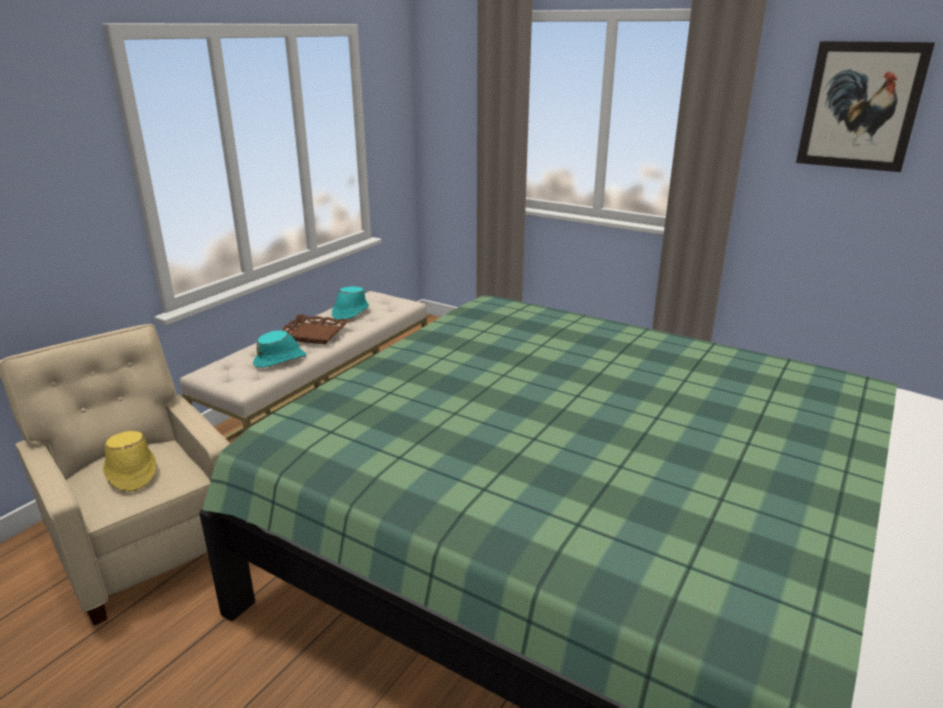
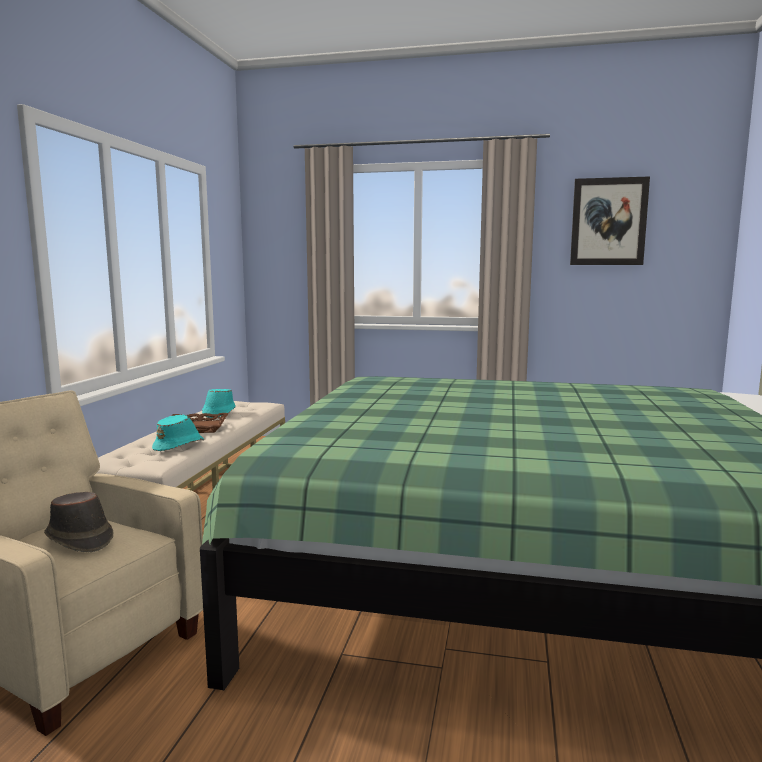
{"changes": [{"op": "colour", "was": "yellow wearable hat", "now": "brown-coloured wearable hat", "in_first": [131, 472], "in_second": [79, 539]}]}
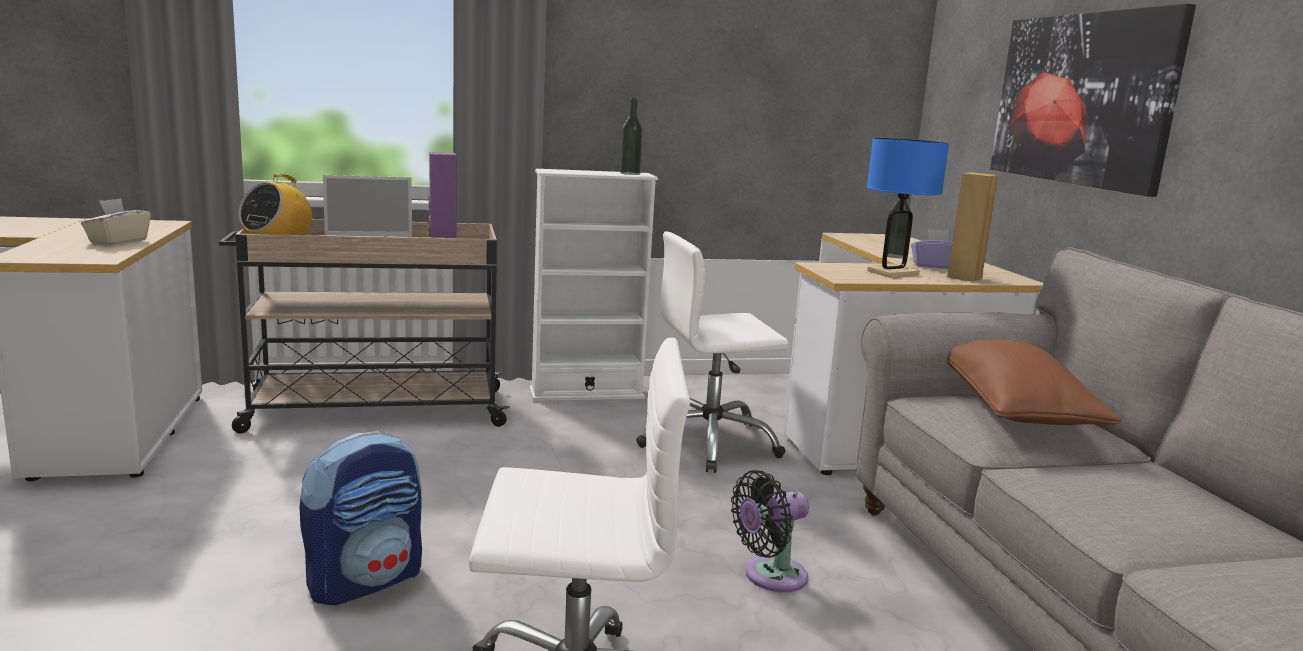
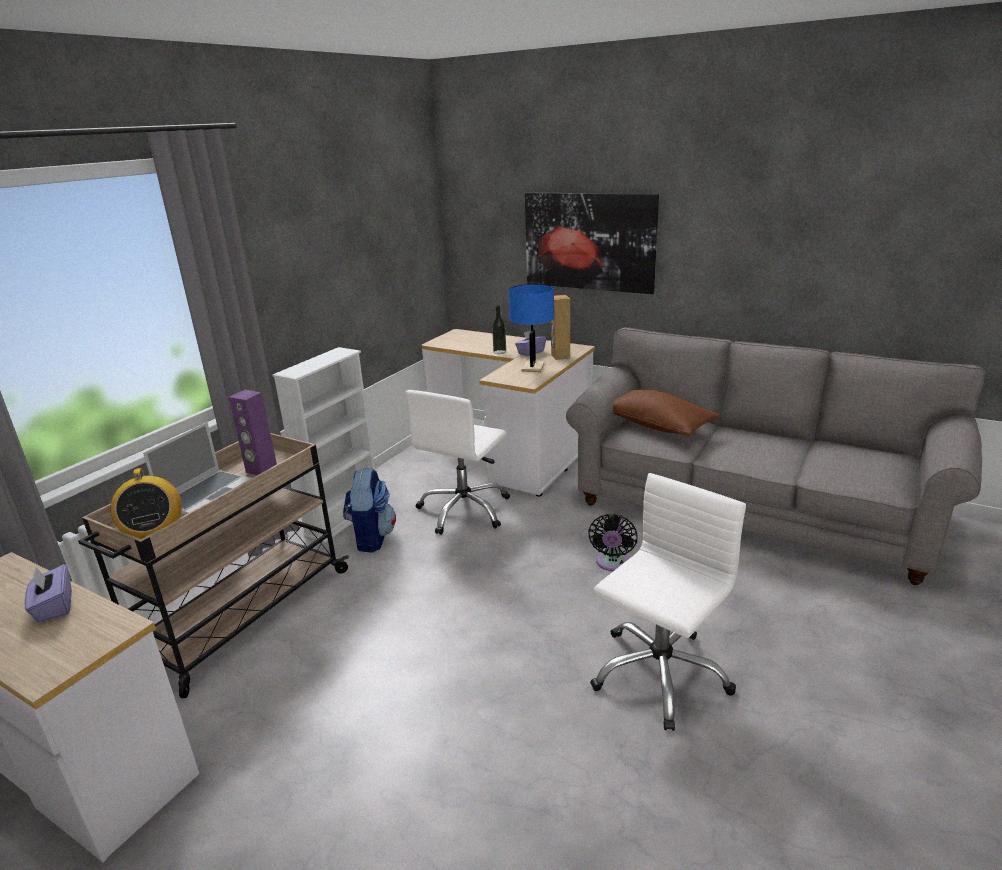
{"changes": [{"op": "missing", "was": "drink bottle", "in_first": [630, 173]}, {"op": "relocated", "was": "rucksack", "in_first": [366, 580], "in_second": [371, 538]}, {"op": "colour", "was": "beige-coloured tissue holder", "now": "purplish tissue holder", "in_first": [118, 241], "in_second": [54, 607]}]}
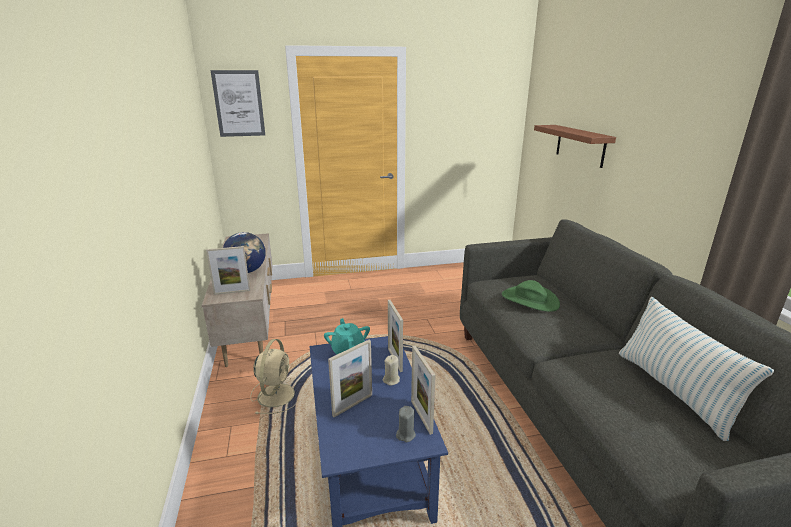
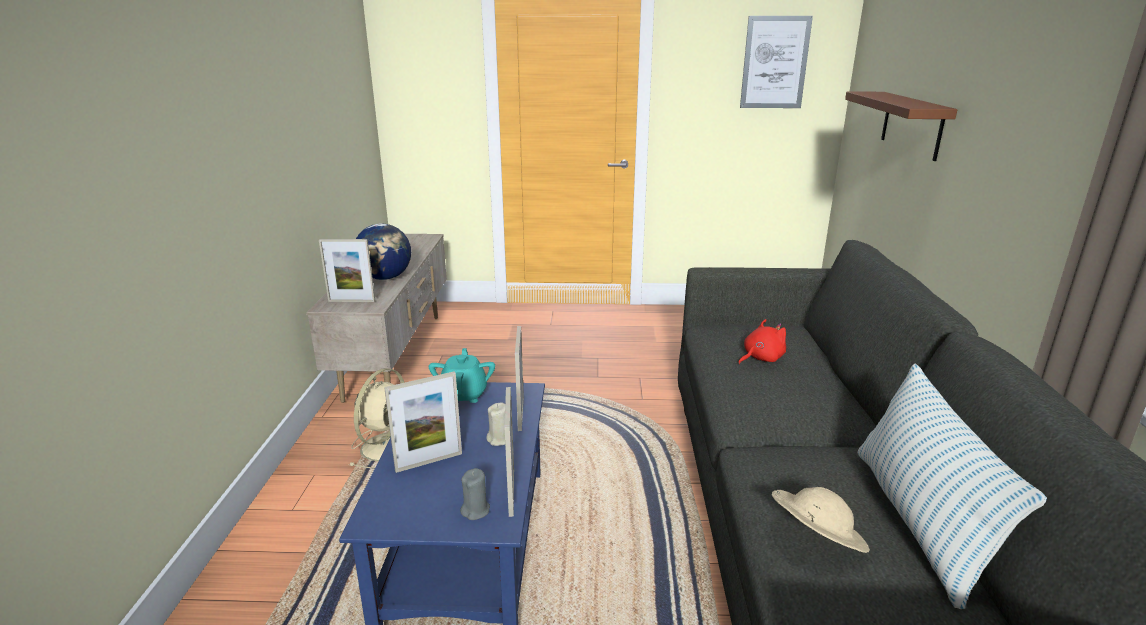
{"changes": [{"op": "appeared", "now": "beige-coloured wearable hat", "in_second": [814, 538]}, {"op": "relocated", "was": "wall art", "in_first": [239, 103], "in_second": [775, 63]}, {"op": "exchanged", "was": "green wearable hat", "now": "red soft toy", "in_first": [529, 300], "in_second": [761, 358]}]}
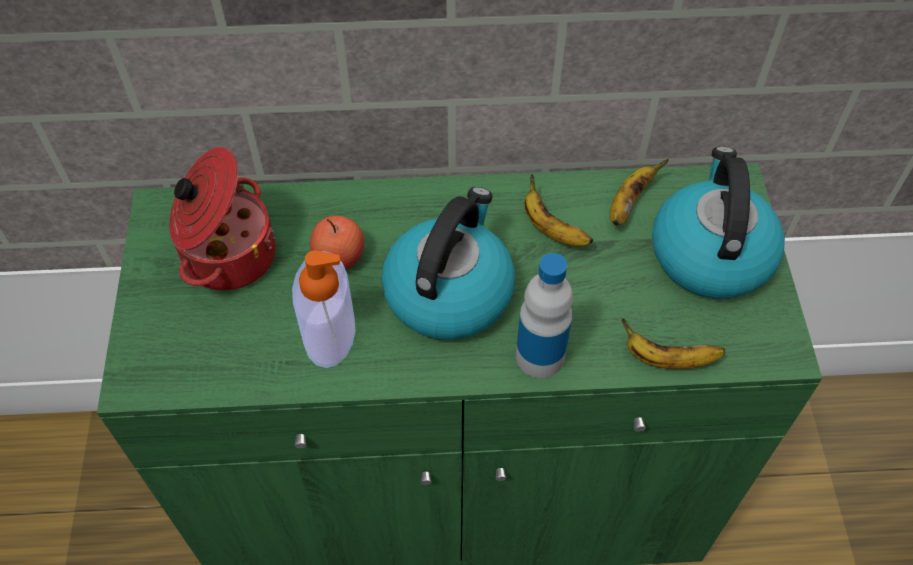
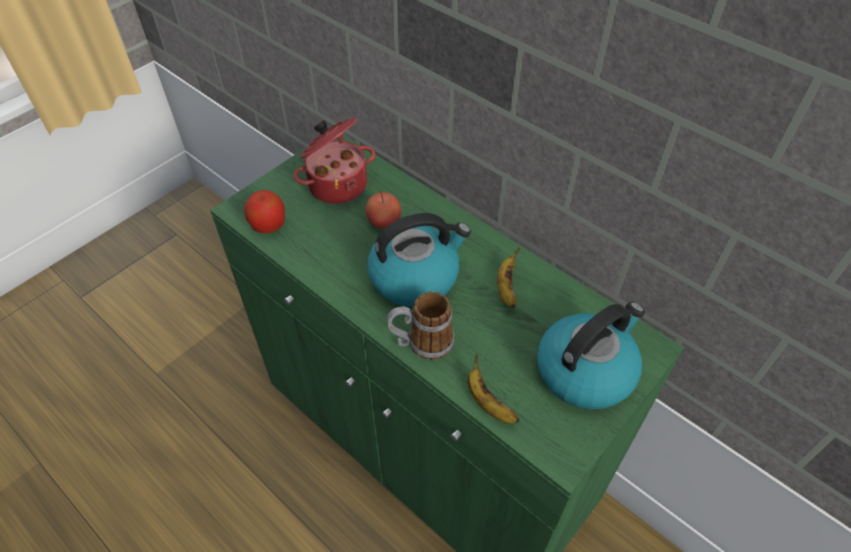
{"changes": [{"op": "missing", "was": "liquid soap bottle", "in_first": [329, 332]}, {"op": "missing", "was": "banana", "in_first": [628, 203]}, {"op": "appeared", "now": "apple fruit", "in_second": [269, 226]}, {"op": "exchanged", "was": "drink bottle", "now": "tea mug", "in_first": [540, 356], "in_second": [421, 343]}]}
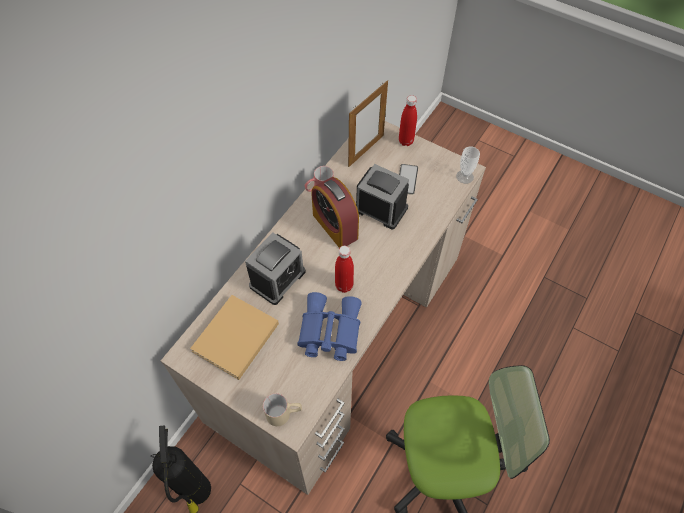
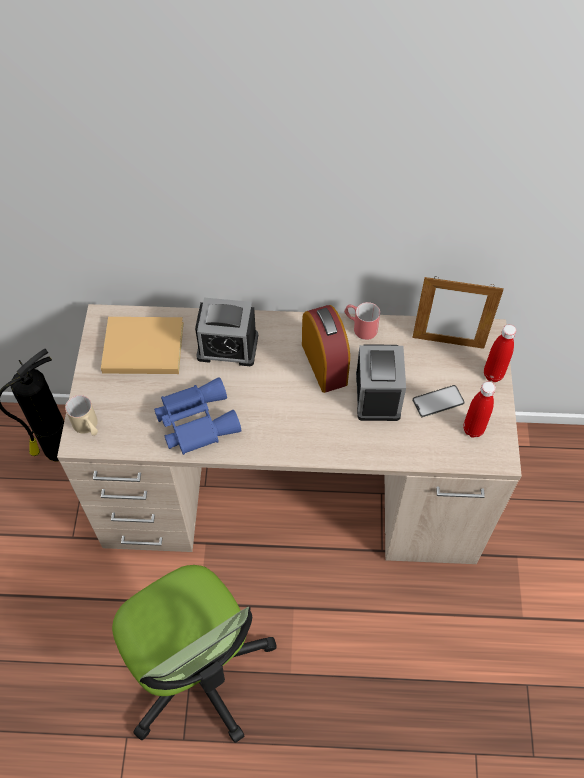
{"changes": [{"op": "missing", "was": "drinking cup", "in_first": [464, 176]}, {"op": "relocated", "was": "red drink bottle", "in_first": [344, 286], "in_second": [473, 429]}, {"op": "spun", "was": "alarm clock", "in_first": [335, 226], "in_second": [324, 364], "clockwise": 135}]}
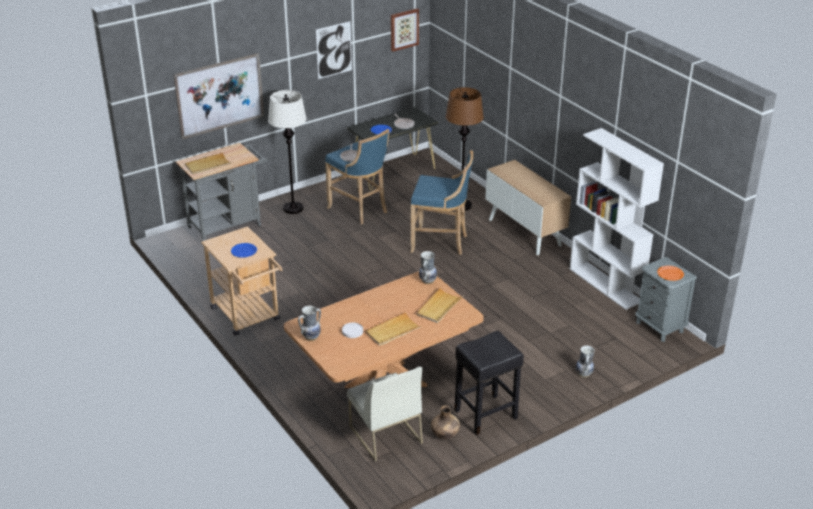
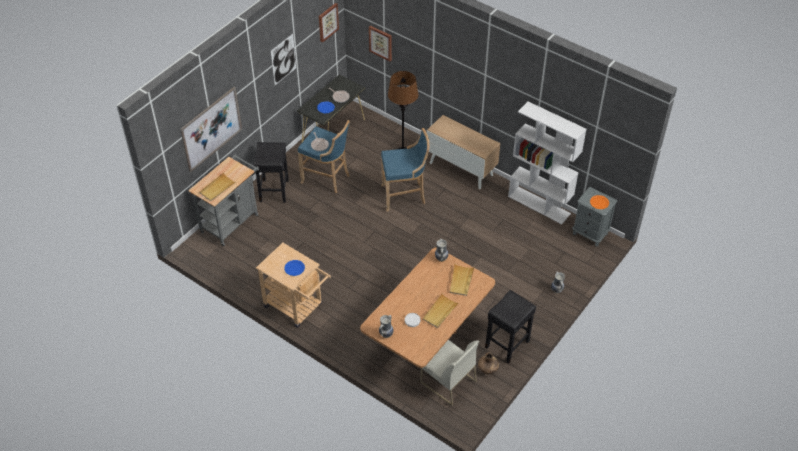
{"changes": [{"op": "appeared", "now": "wall art", "in_second": [381, 42]}, {"op": "exchanged", "was": "whitish floor lamp", "now": "blackish stool seat", "in_first": [293, 208], "in_second": [274, 190]}]}
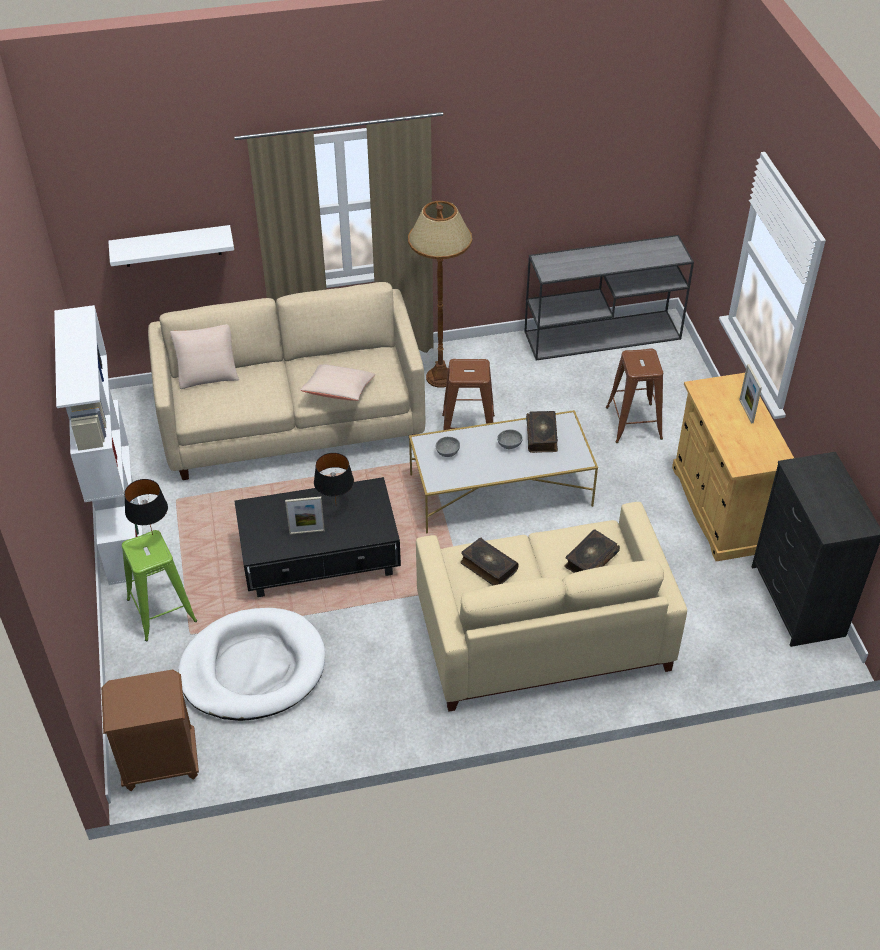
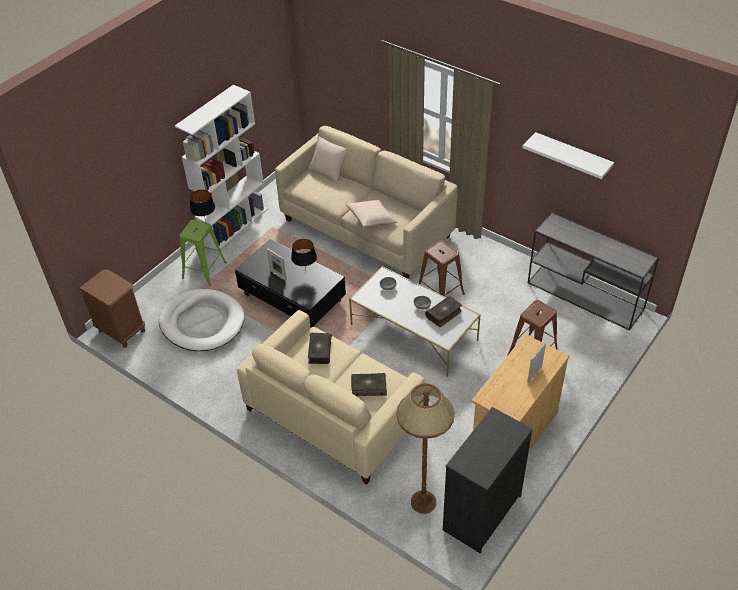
{"changes": [{"op": "relocated", "was": "whitish bracket shelf", "in_first": [172, 246], "in_second": [572, 156]}, {"op": "relocated", "was": "brown-coloured floor lamp", "in_first": [441, 377], "in_second": [423, 502]}]}
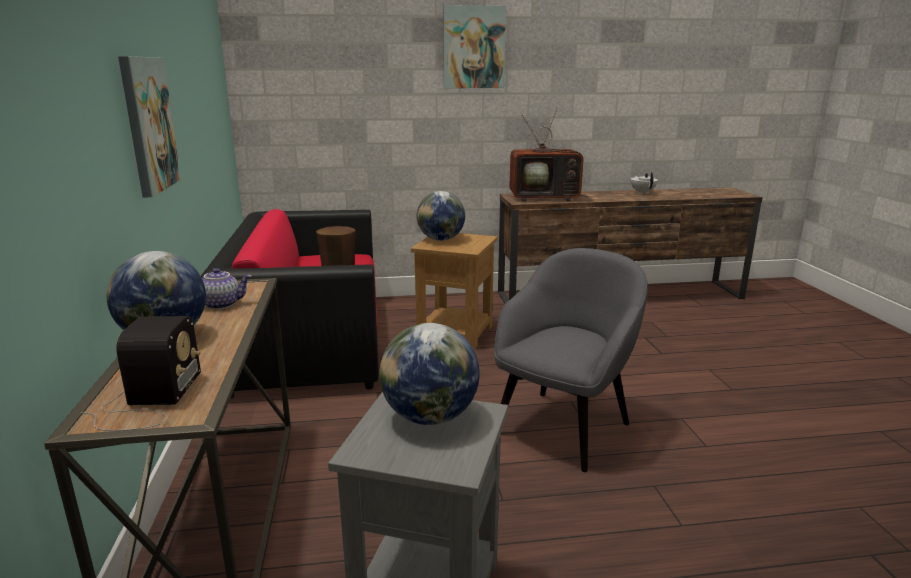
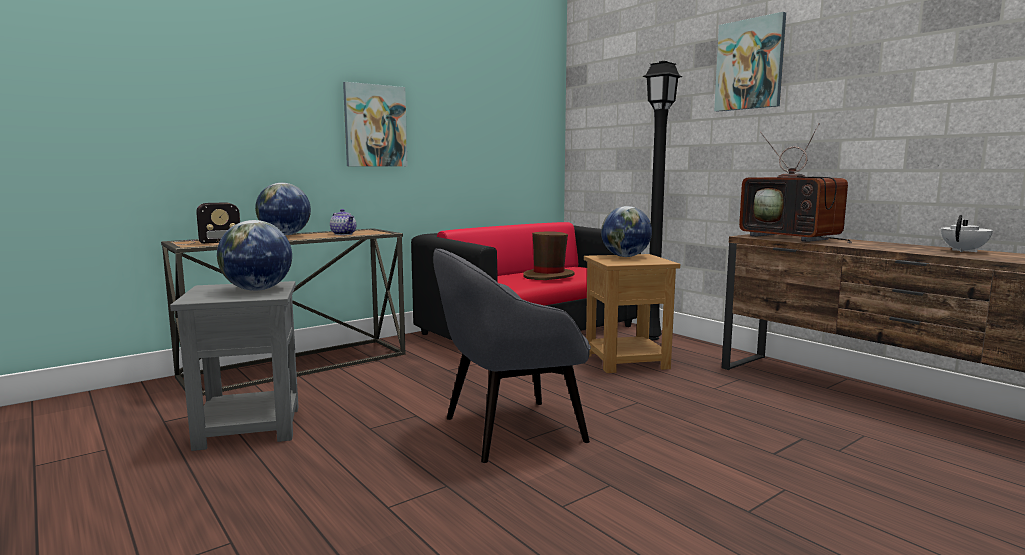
{"changes": [{"op": "appeared", "now": "blackish floor lamp", "in_second": [653, 338]}, {"op": "spun", "was": "grey easy chair", "in_first": [563, 427], "in_second": [510, 430], "clockwise": 150}]}
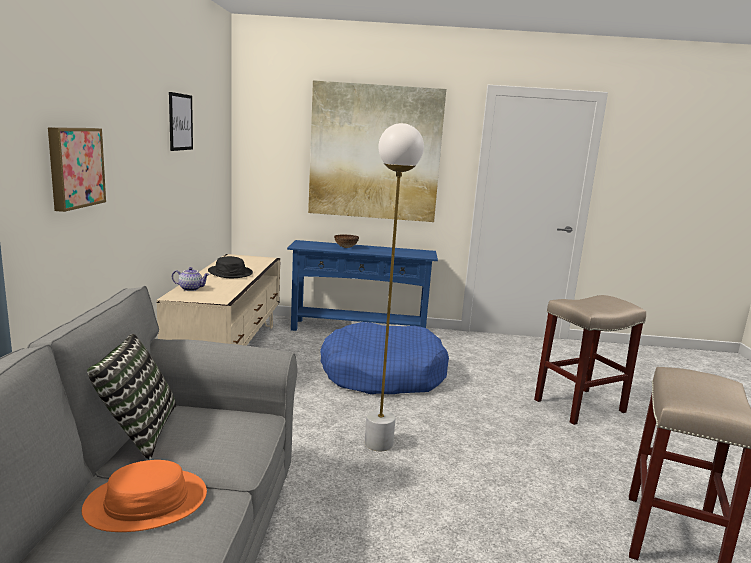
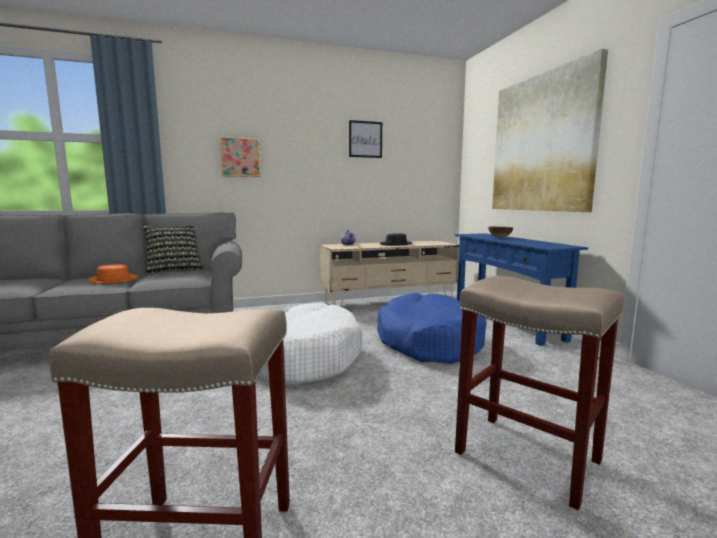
{"changes": [{"op": "exchanged", "was": "whitish floor lamp", "now": "whitish dog bed", "in_first": [379, 443], "in_second": [306, 358]}]}
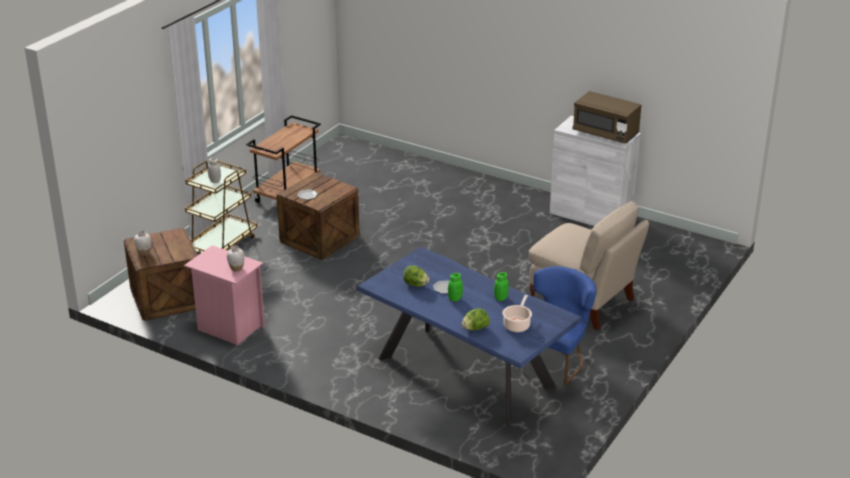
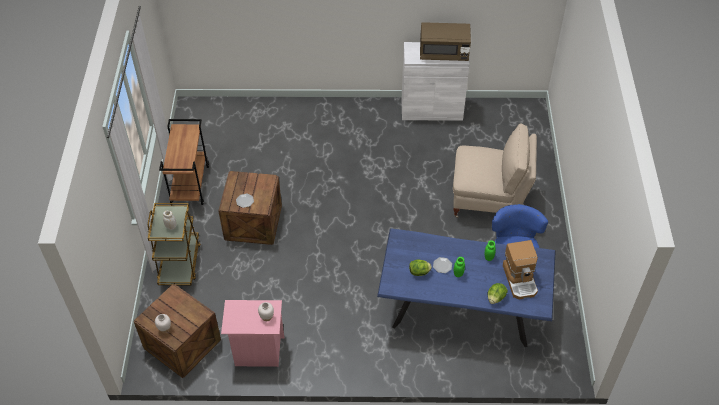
{"changes": [{"op": "exchanged", "was": "saucepot", "now": "coffee maker", "in_first": [517, 325], "in_second": [520, 279]}]}
